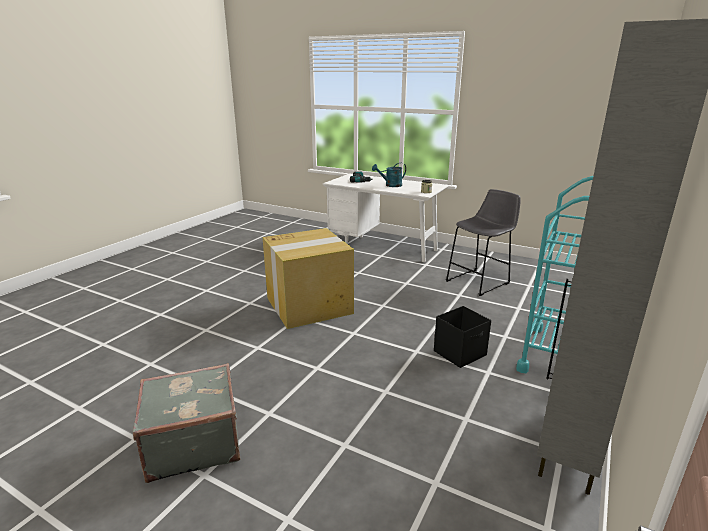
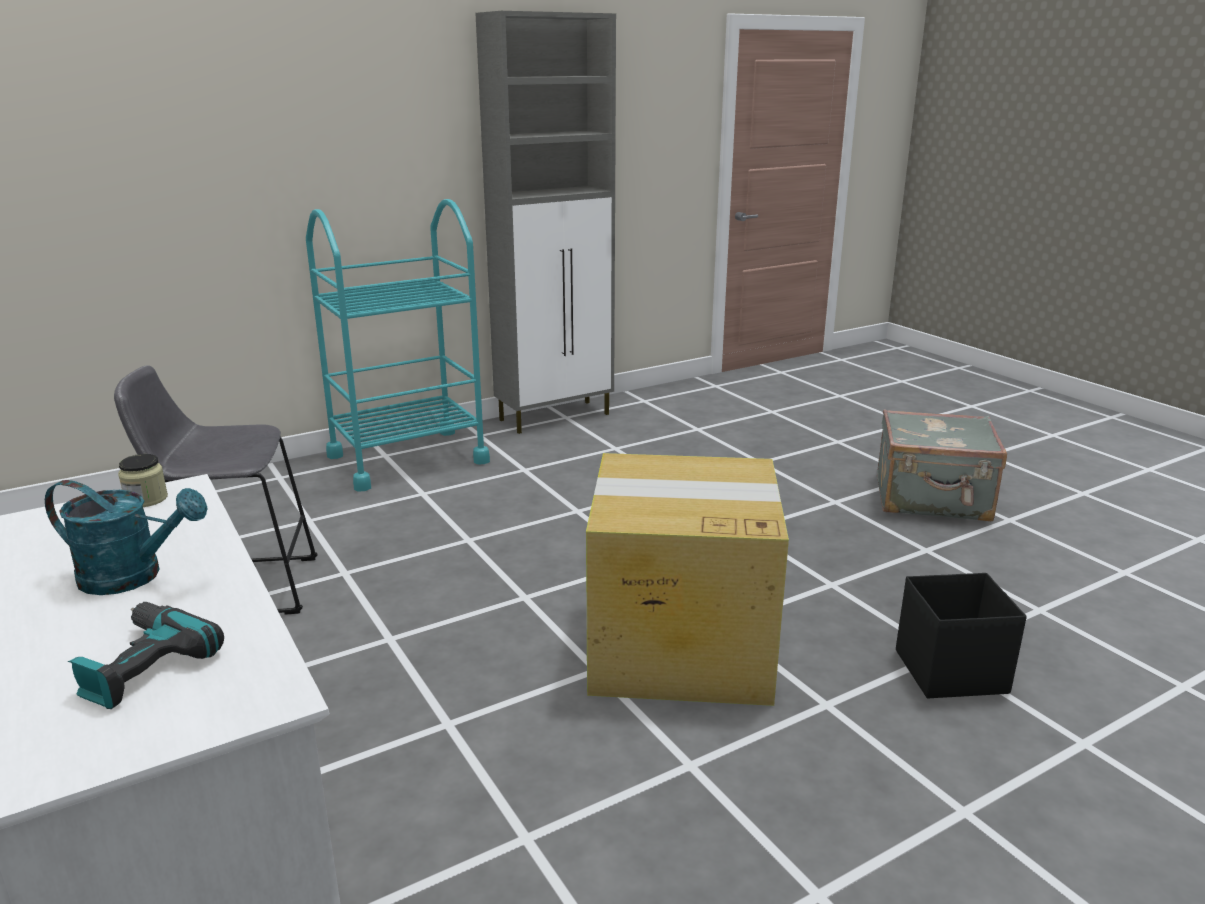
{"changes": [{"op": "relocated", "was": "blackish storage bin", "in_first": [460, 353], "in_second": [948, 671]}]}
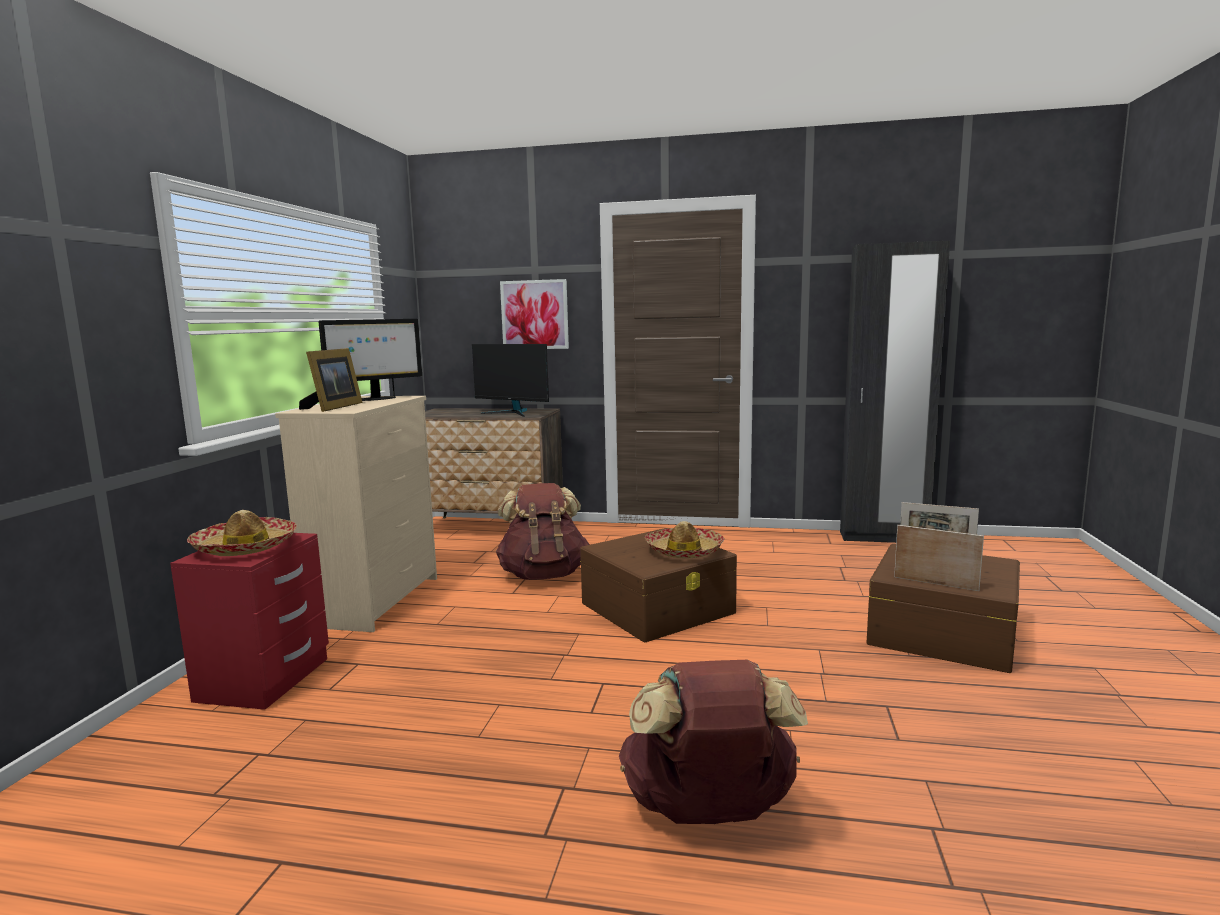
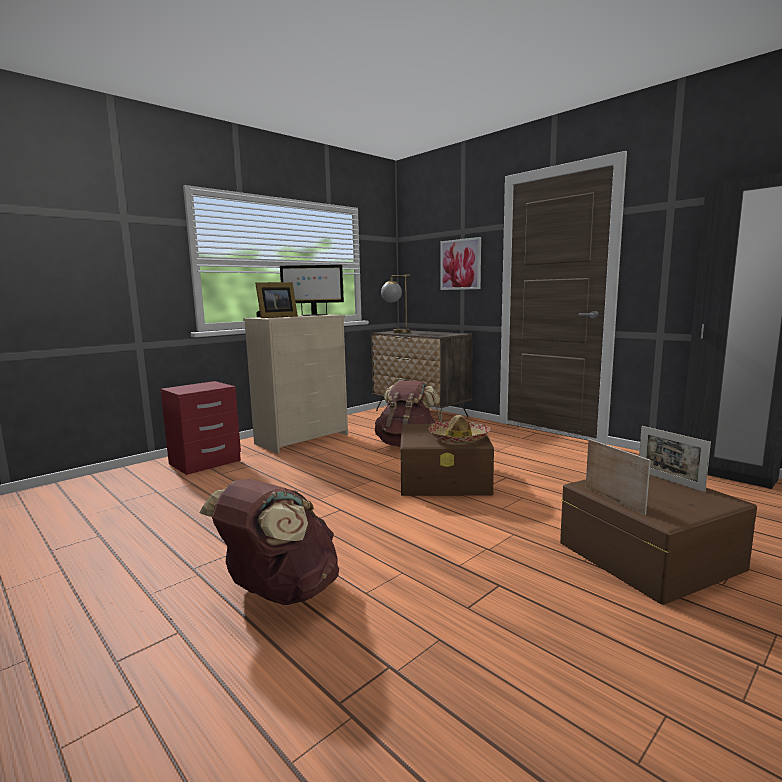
{"changes": [{"op": "missing", "was": "wearable hat", "in_first": [246, 547]}, {"op": "missing", "was": "computer display", "in_first": [513, 413]}, {"op": "appeared", "now": "table lamp", "in_second": [396, 332]}]}
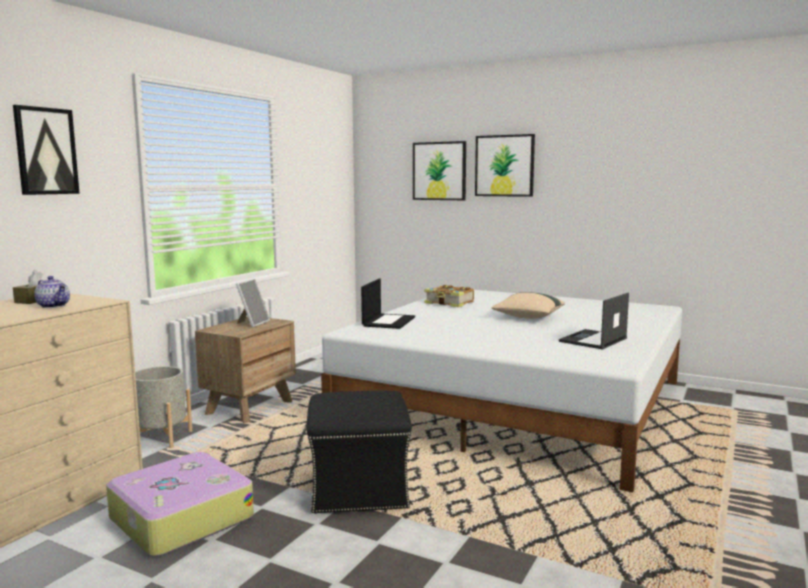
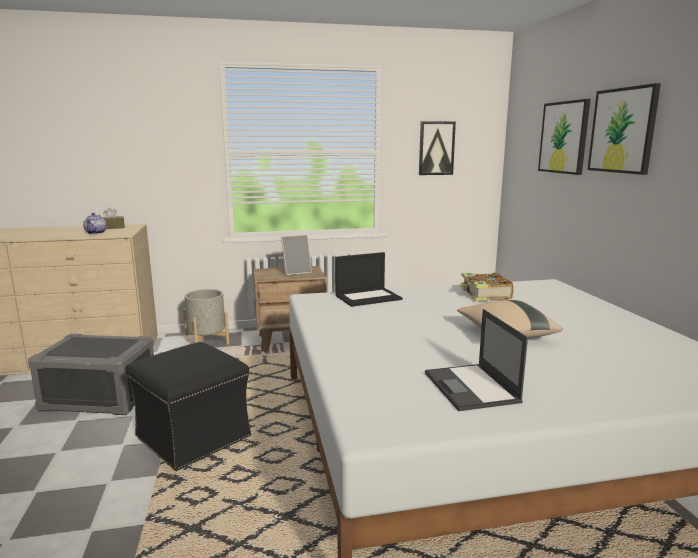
{"changes": [{"op": "relocated", "was": "wall art", "in_first": [46, 151], "in_second": [436, 148]}, {"op": "exchanged", "was": "suitcase", "now": "grey storage bin", "in_first": [180, 518], "in_second": [99, 398]}, {"op": "spun", "was": "notebook computer", "in_first": [593, 340], "in_second": [471, 388], "clockwise": -105}]}
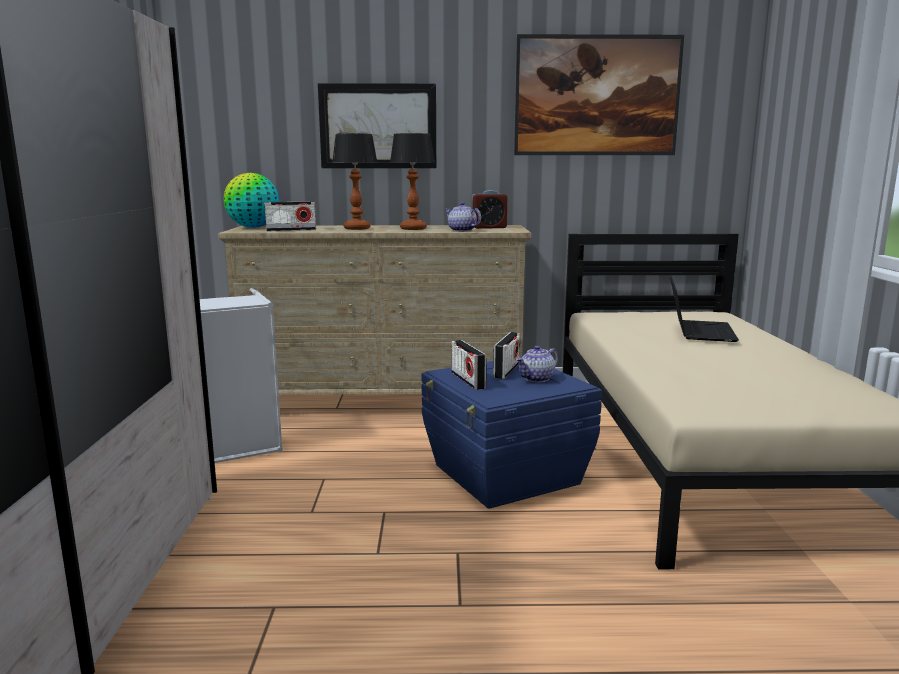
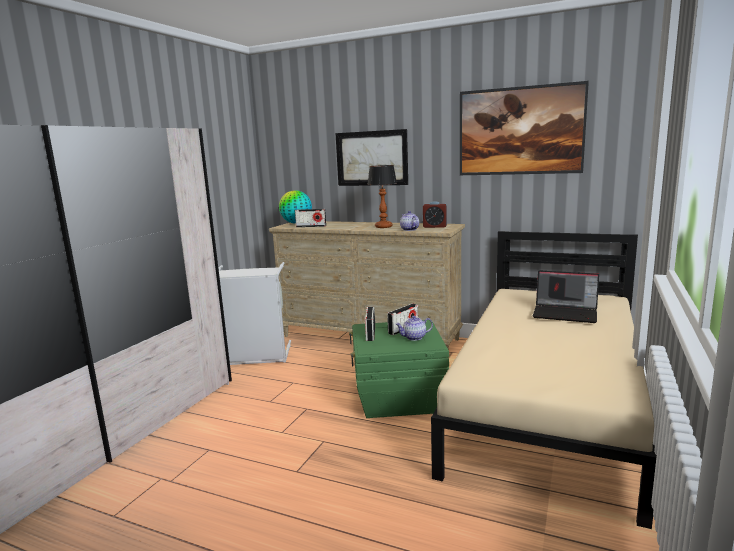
{"changes": [{"op": "missing", "was": "table lamp", "in_first": [357, 228]}, {"op": "colour", "was": "bluish storage bin", "now": "green storage bin", "in_first": [506, 475], "in_second": [398, 398]}, {"op": "spun", "was": "notebook computer", "in_first": [698, 331], "in_second": [566, 313], "clockwise": 75}]}
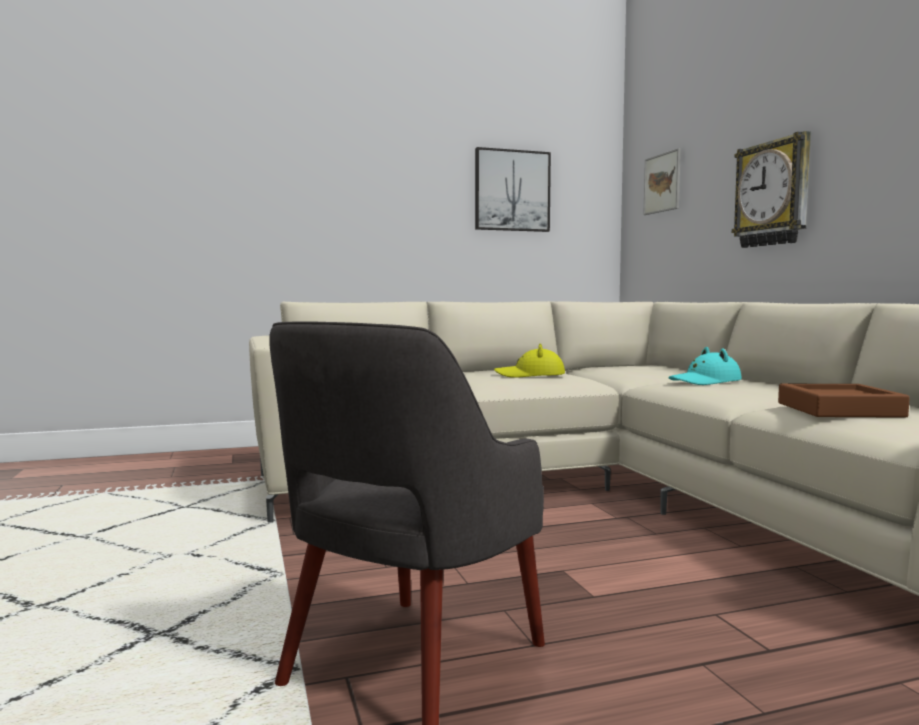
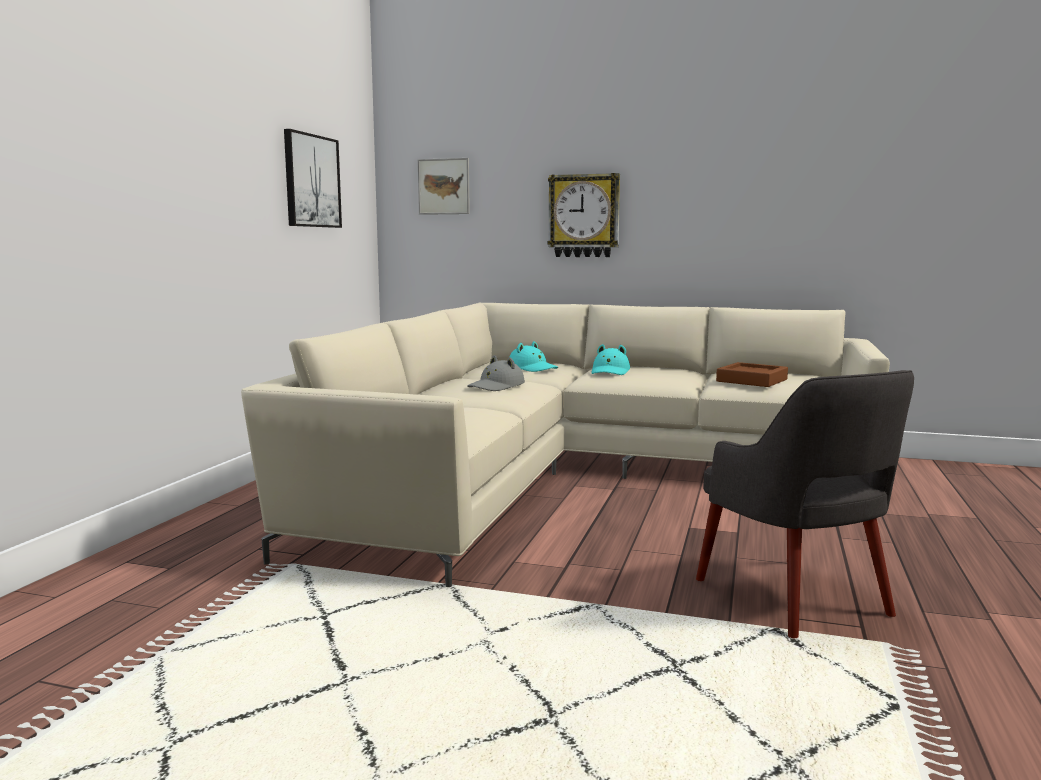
{"changes": [{"op": "appeared", "now": "turquoise wearable hat", "in_second": [533, 368]}, {"op": "colour", "was": "yellow wearable hat", "now": "grey wearable hat", "in_first": [530, 375], "in_second": [496, 386]}]}
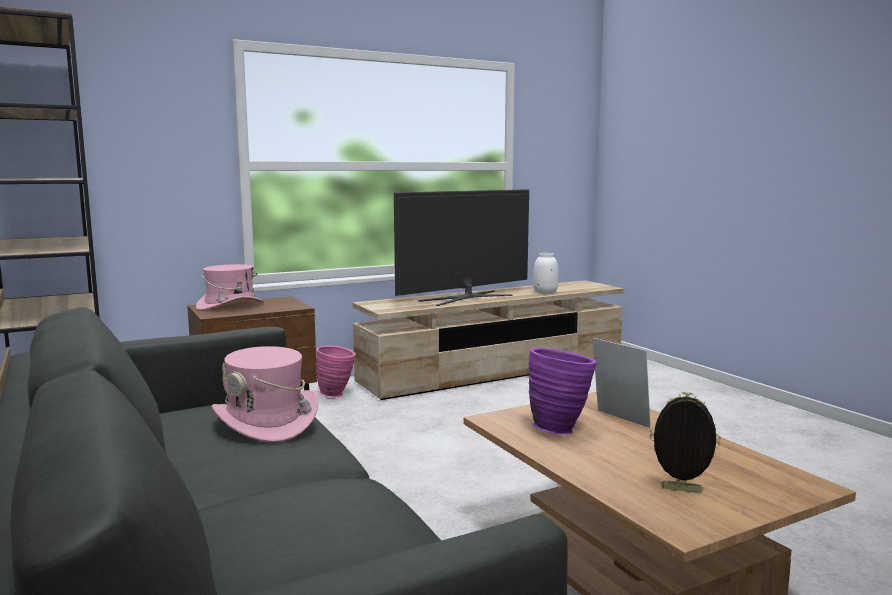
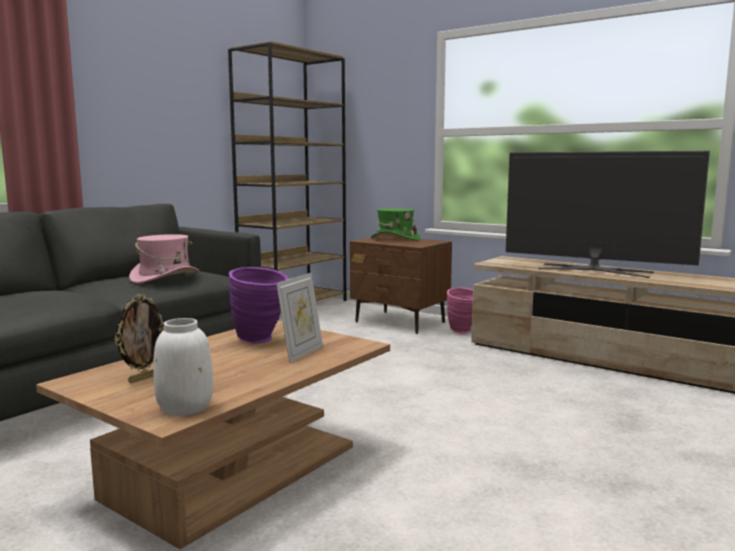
{"changes": [{"op": "relocated", "was": "whitish vase", "in_first": [545, 292], "in_second": [185, 407]}, {"op": "colour", "was": "pinkish wearable hat", "now": "green wearable hat", "in_first": [230, 306], "in_second": [395, 239]}, {"op": "spun", "was": "picture frame", "in_first": [681, 490], "in_second": [143, 378], "clockwise": 45}]}
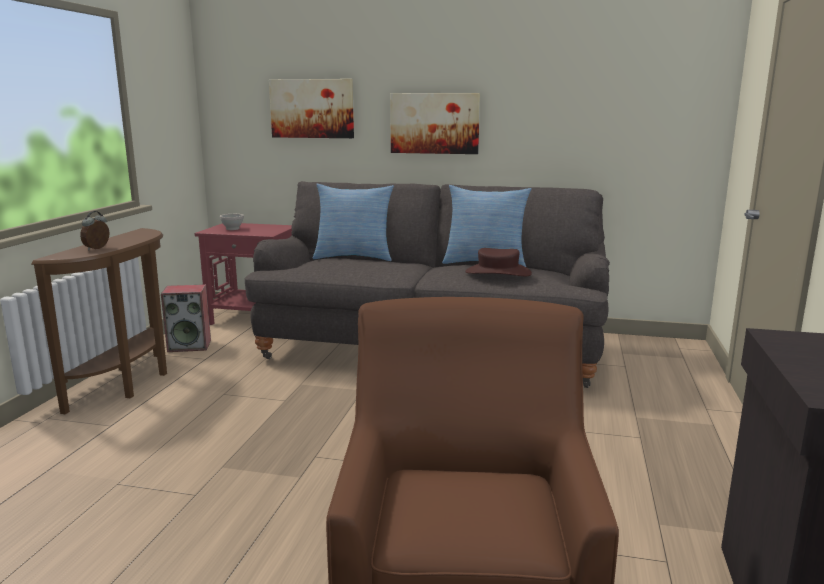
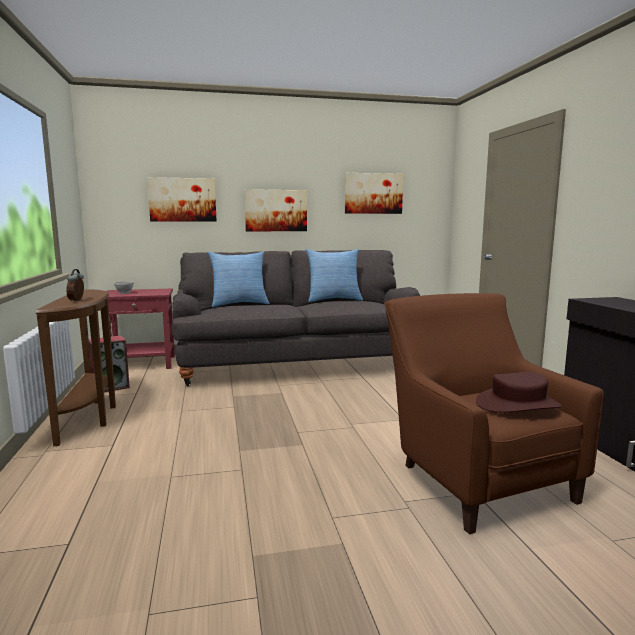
{"changes": [{"op": "appeared", "now": "wall art", "in_second": [373, 193]}, {"op": "relocated", "was": "brown-coloured wearable hat", "in_first": [498, 273], "in_second": [518, 404]}]}
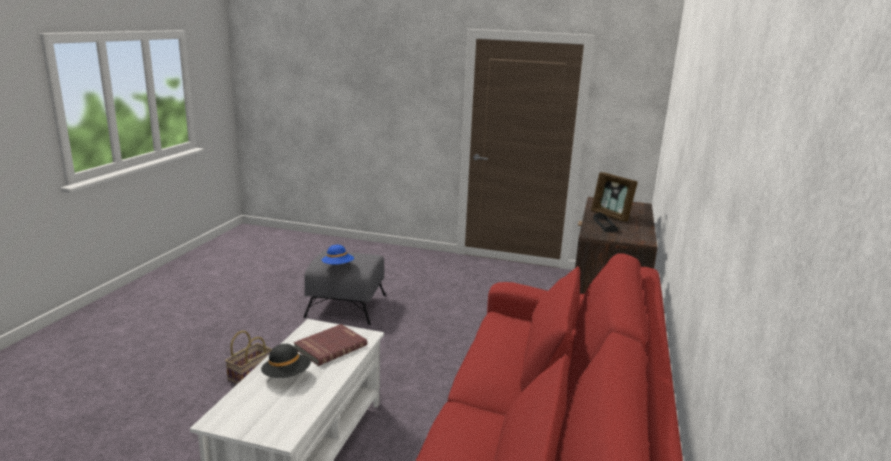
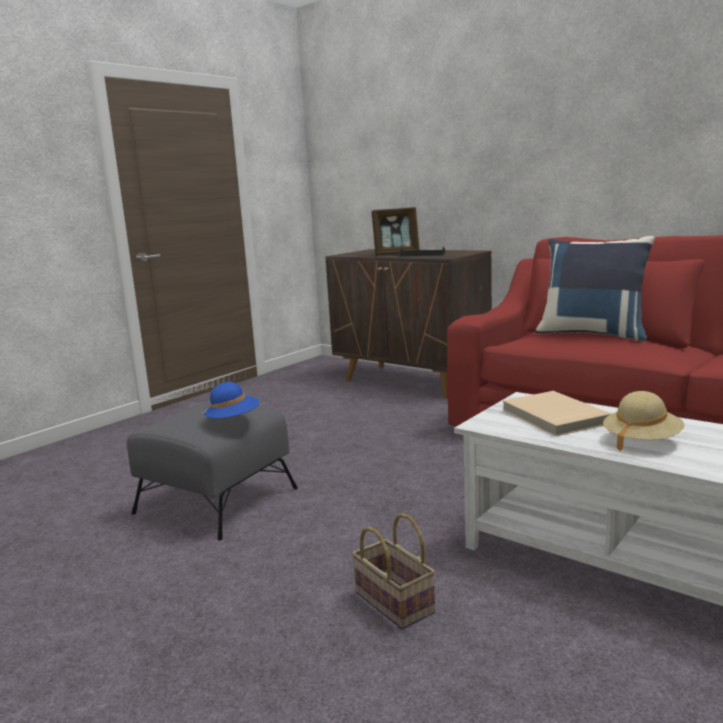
{"changes": [{"op": "appeared", "now": "bluish cushion", "in_second": [592, 334]}, {"op": "colour", "was": "blackish wearable hat", "now": "beige-coloured wearable hat", "in_first": [286, 375], "in_second": [641, 441]}, {"op": "colour", "was": "red book", "now": "beige-coloured book", "in_first": [329, 346], "in_second": [553, 417]}]}
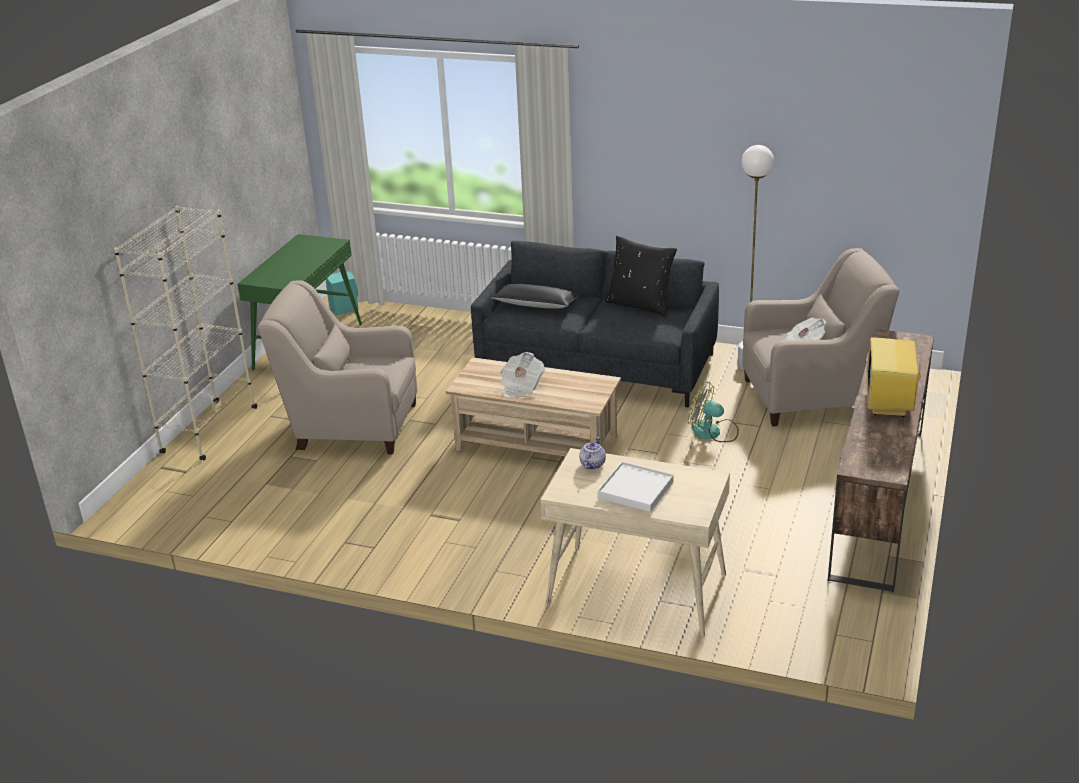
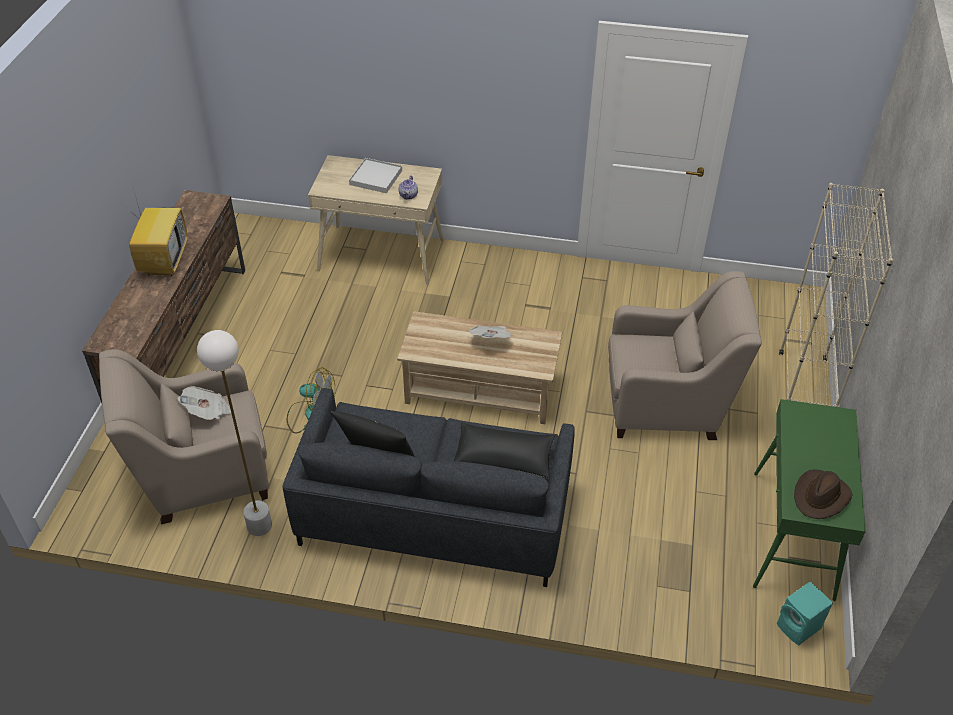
{"changes": [{"op": "appeared", "now": "brown-coloured wearable hat", "in_second": [821, 496]}]}
